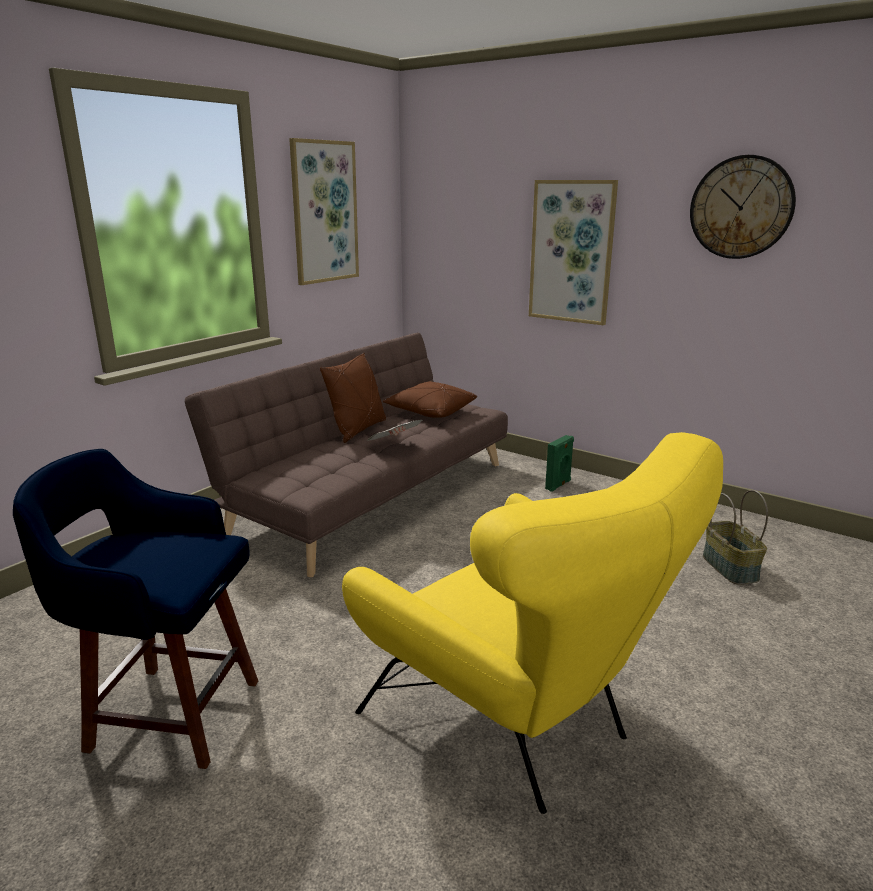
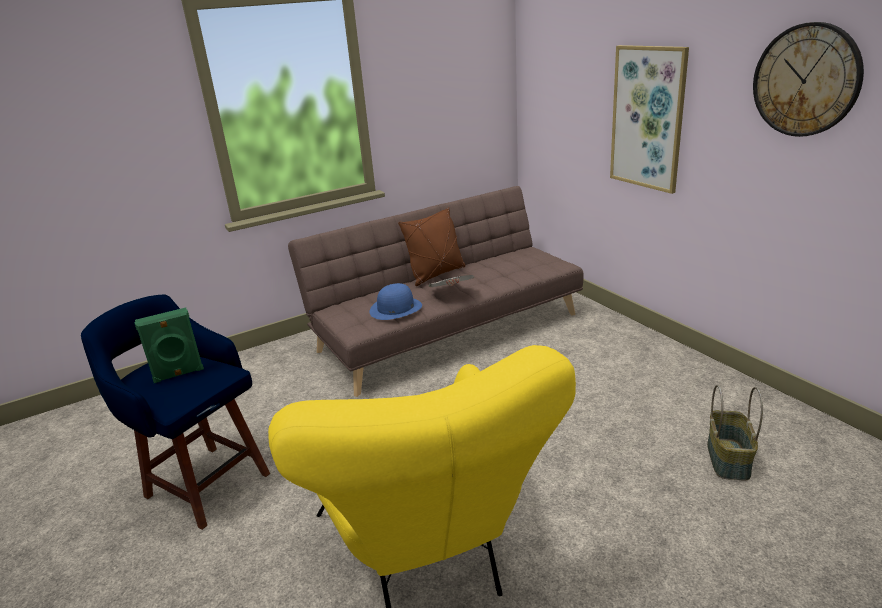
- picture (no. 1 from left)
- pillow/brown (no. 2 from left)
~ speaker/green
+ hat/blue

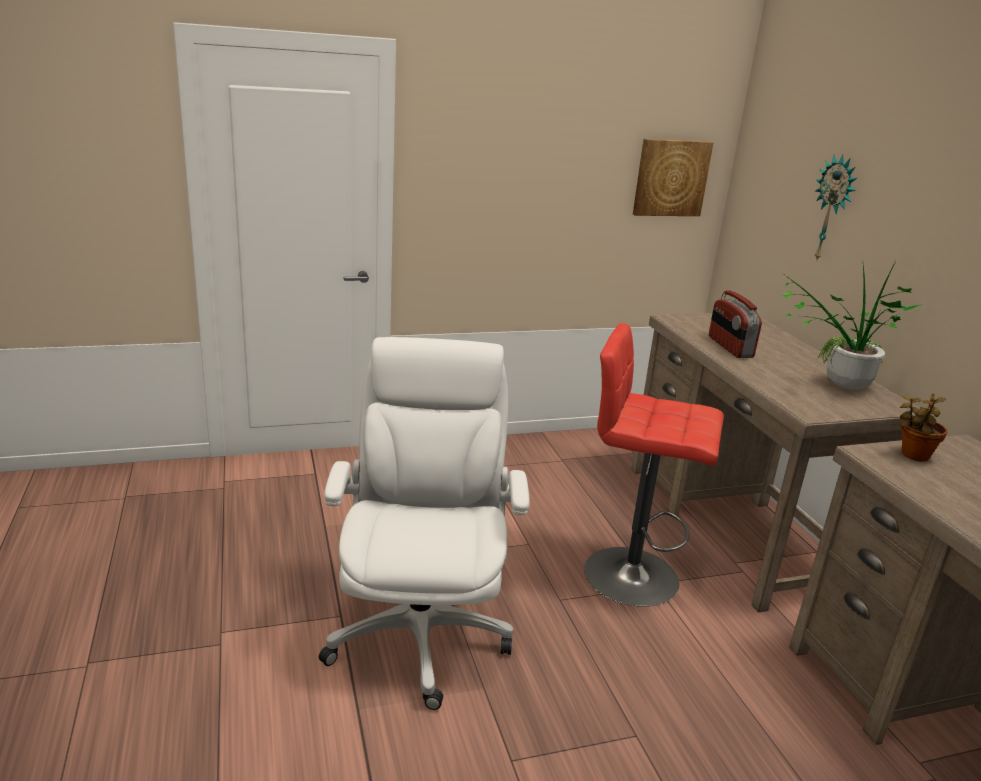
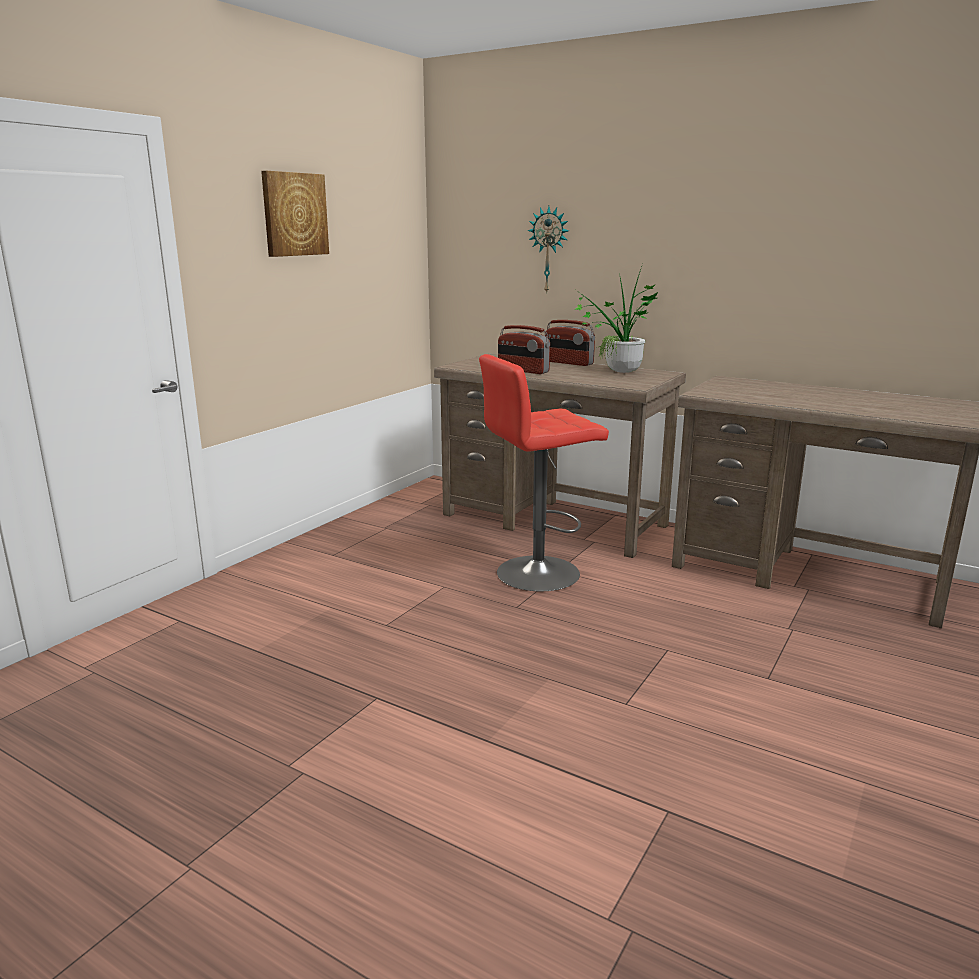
- office chair/white
~ picture
- potted plant (no. 2 from left)
+ radio (no. 2 from left)

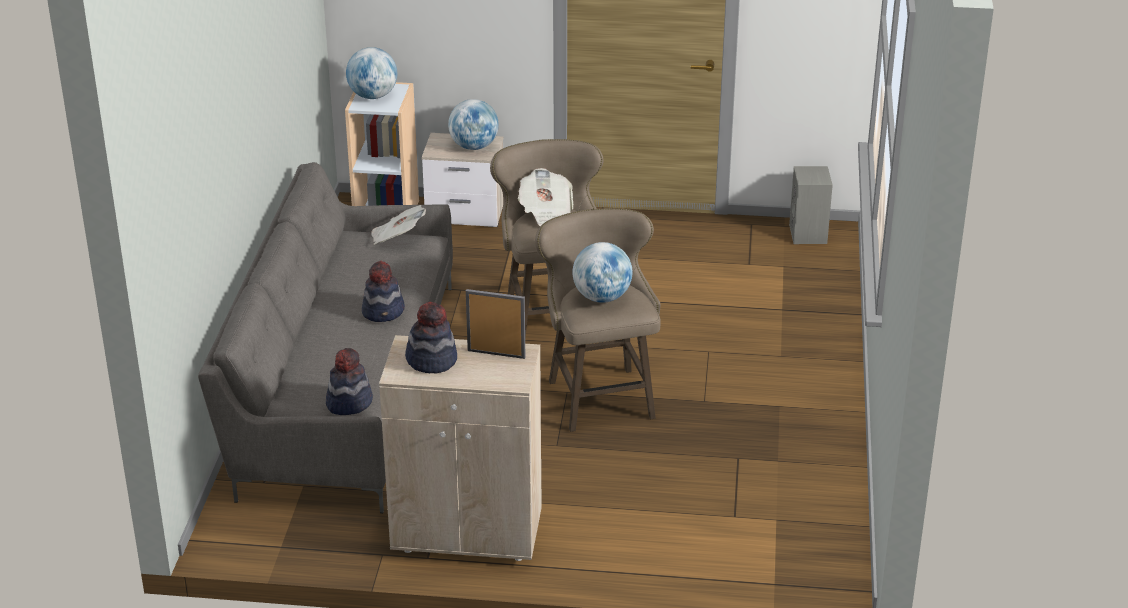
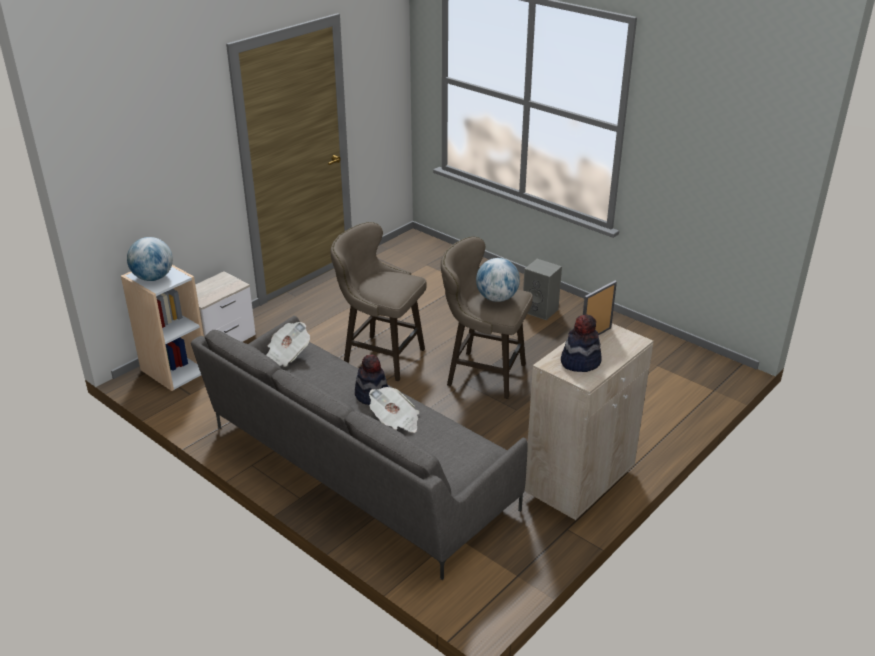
- hat (no. 1 from left)
- globe (no. 2 from left)
~ newspaper (no. 2 from left)
~ speaker/grey

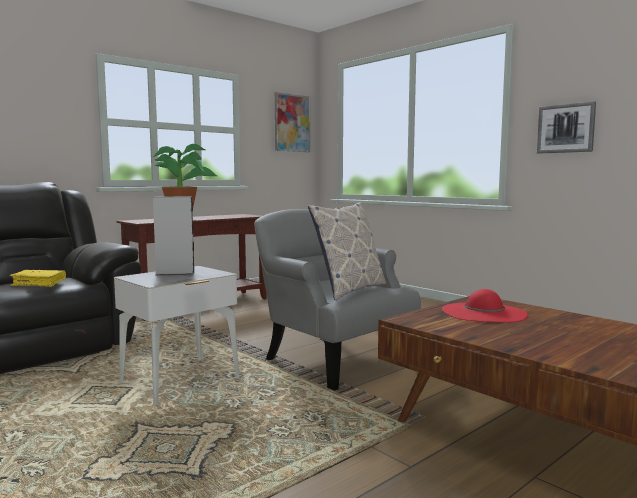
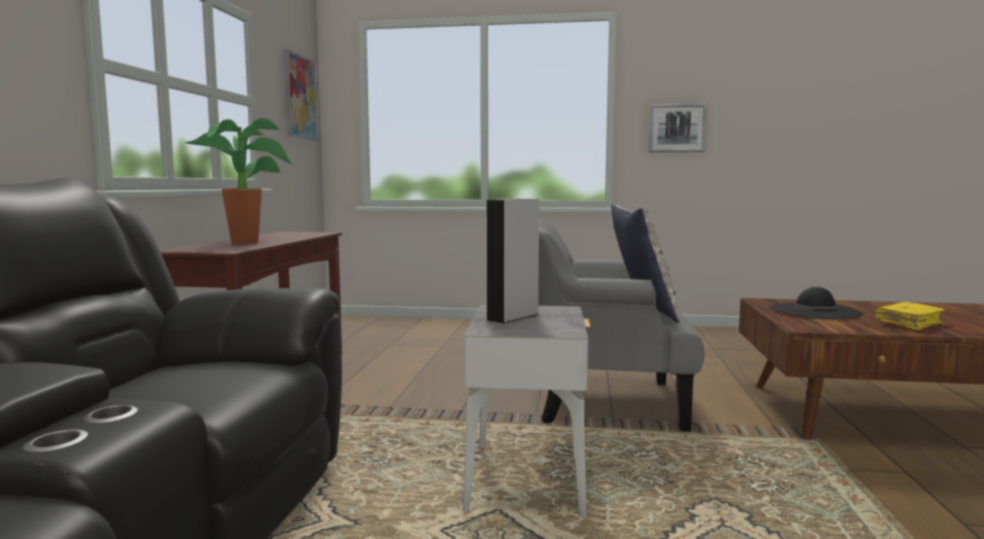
~ book/yellow
~ hat/red to hat/black

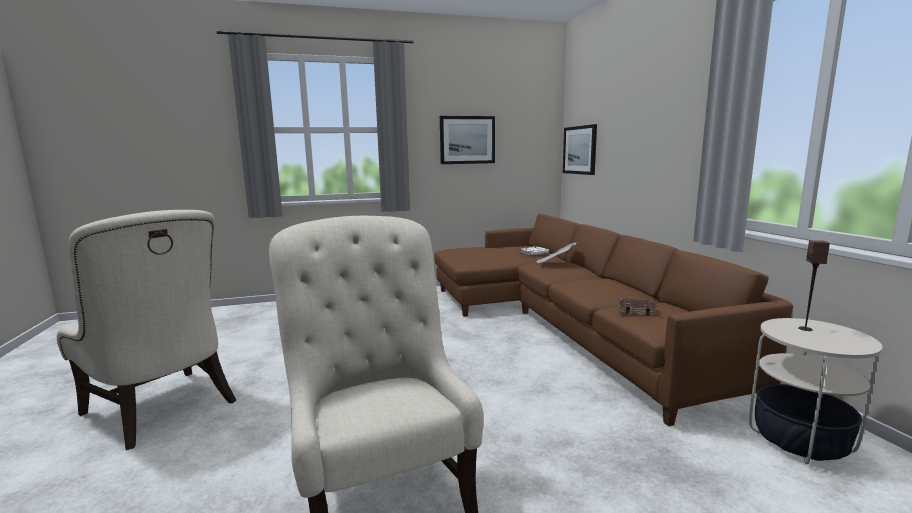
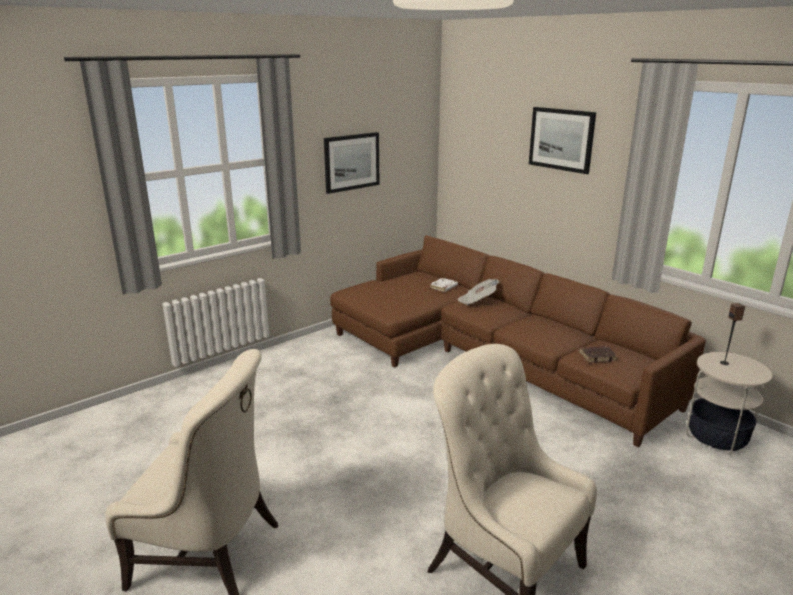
~ picture (no. 2 from left)

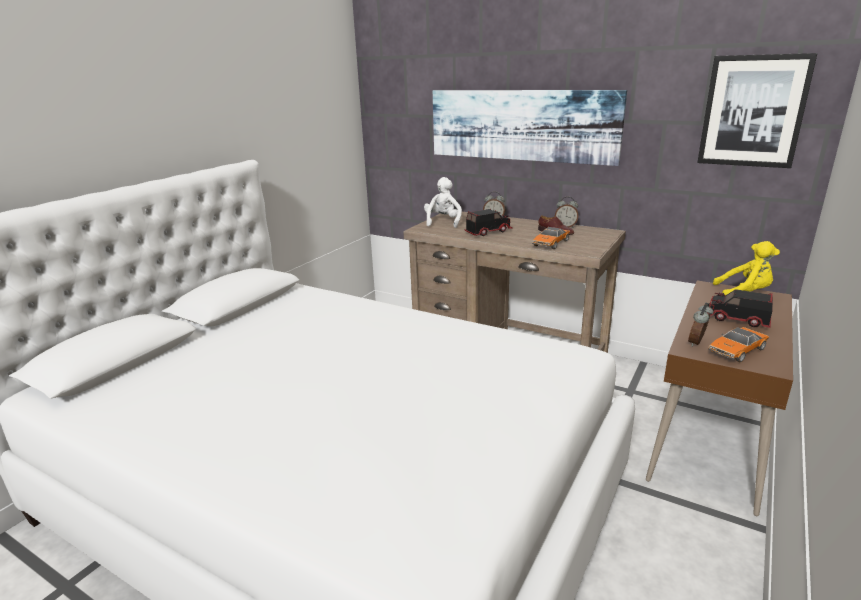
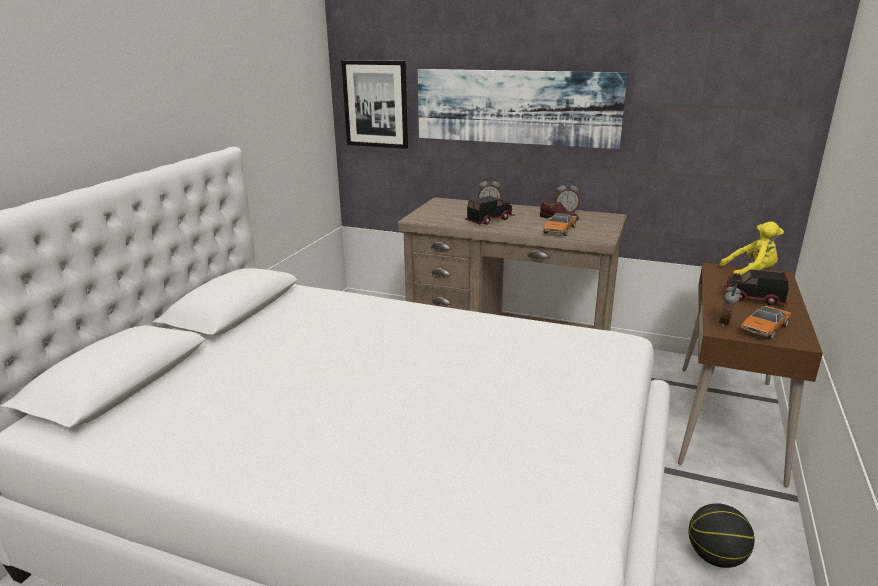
- plush toy/white
~ picture (no. 2 from left in the first image) to picture (no. 1 from left)
+ basketball

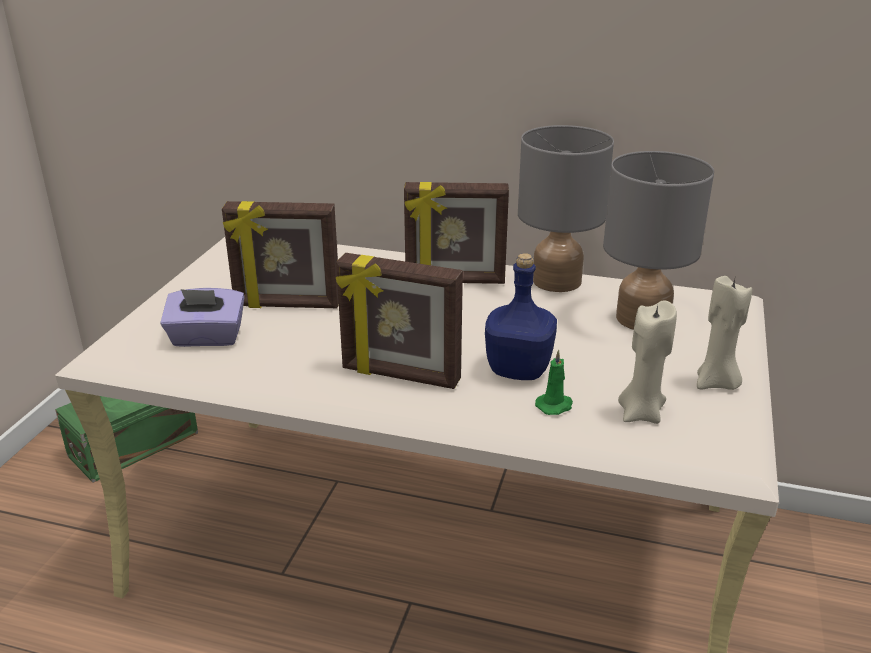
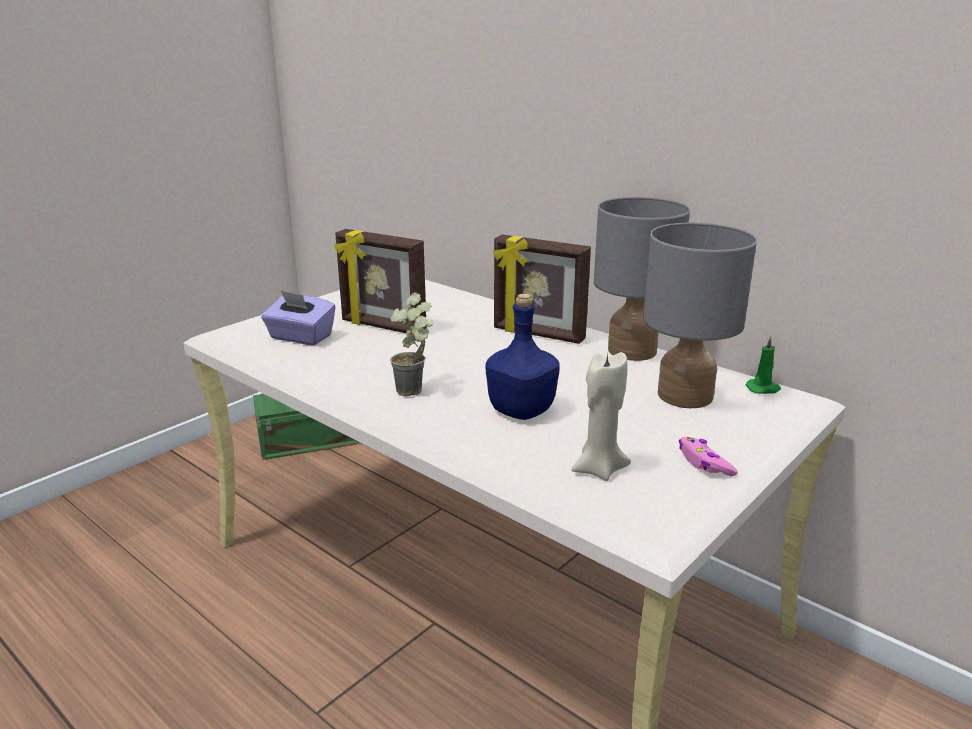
~ picture frame (no. 2 from left) to potted plant
~ candle/green
~ candle/beige (no. 2 from left) to game controller/pink

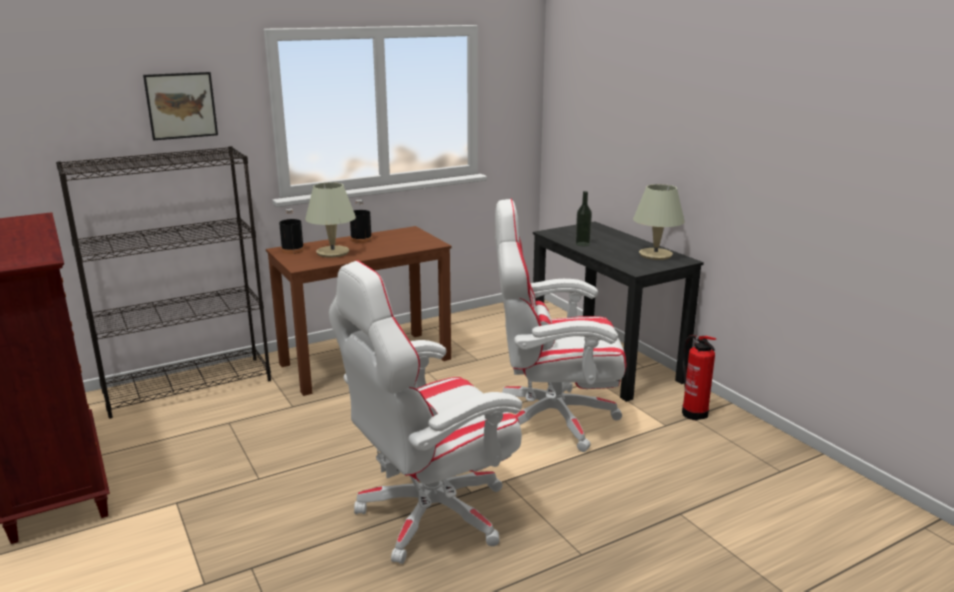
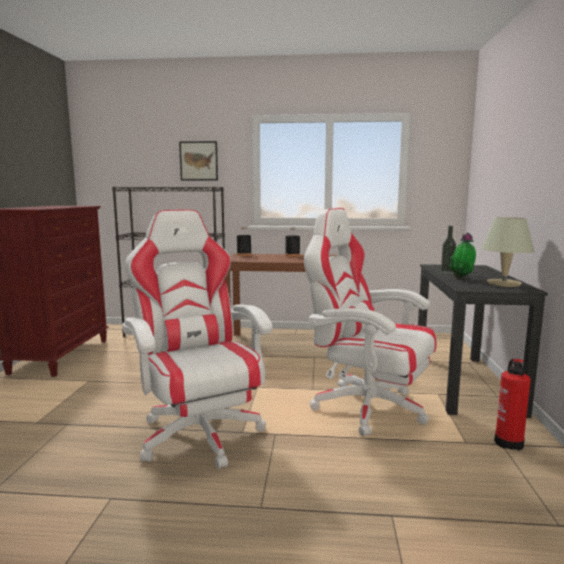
- table lamp/beige (no. 1 from left)
~ office chair/white (no. 1 from left) 60 degrees clockwise
+ potted plant

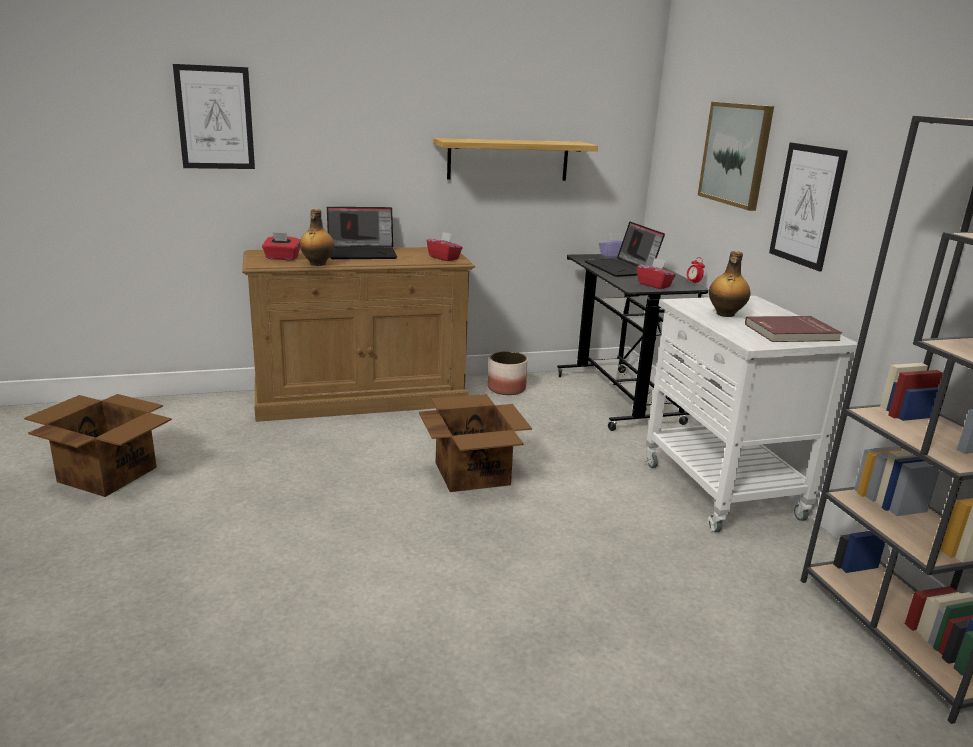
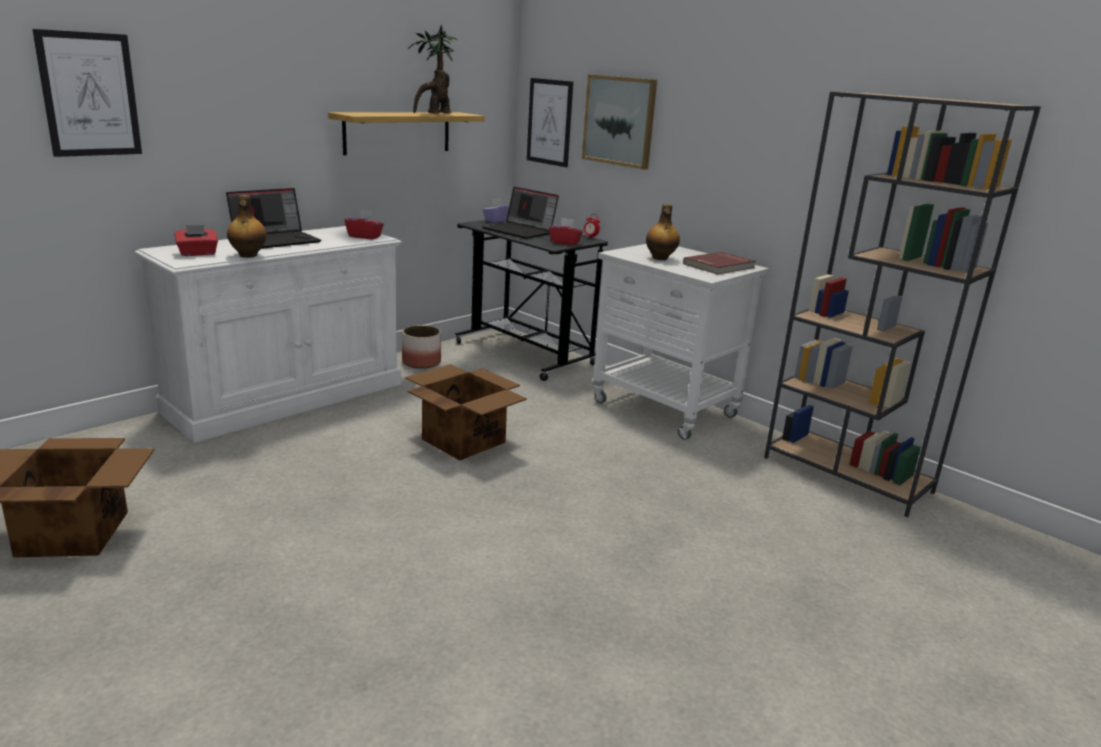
~ cabinet/brown to cabinet/white
~ picture (no. 3 from left in the first image) to picture (no. 2 from left)
+ potted plant

